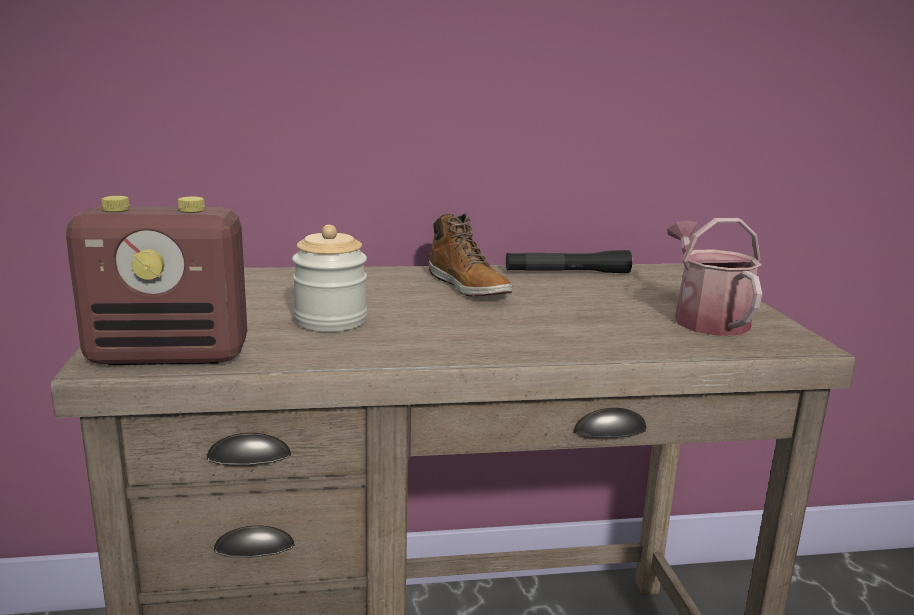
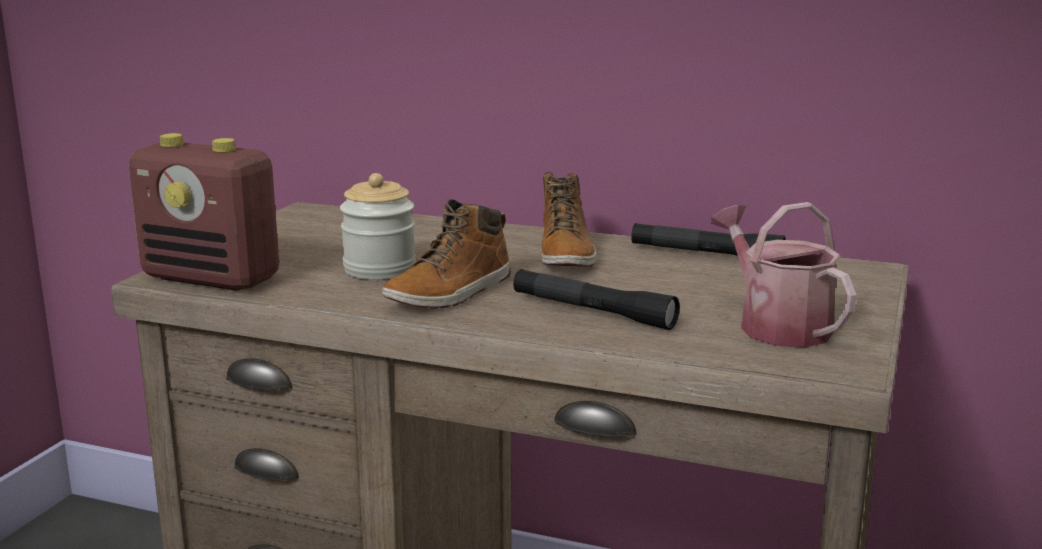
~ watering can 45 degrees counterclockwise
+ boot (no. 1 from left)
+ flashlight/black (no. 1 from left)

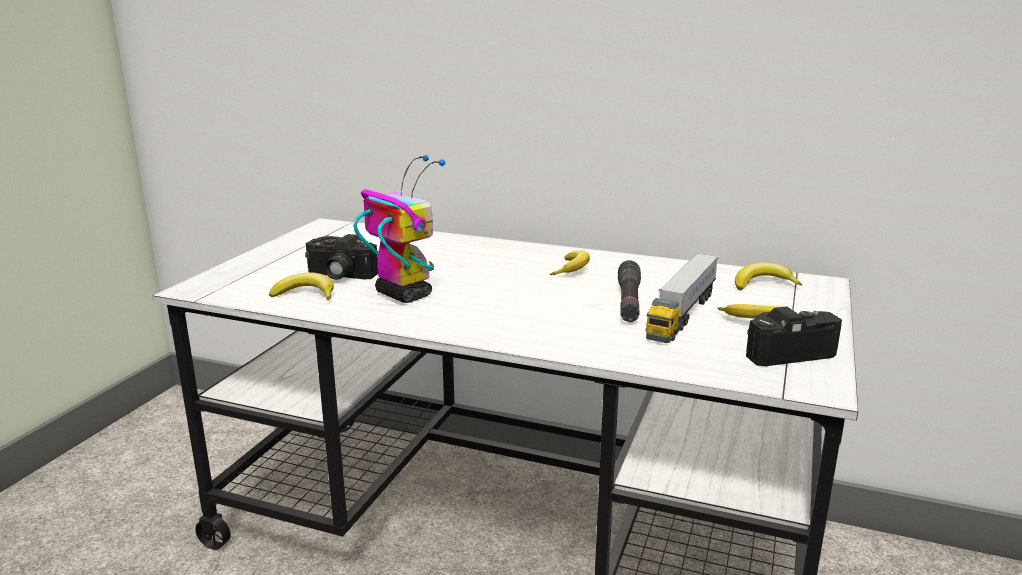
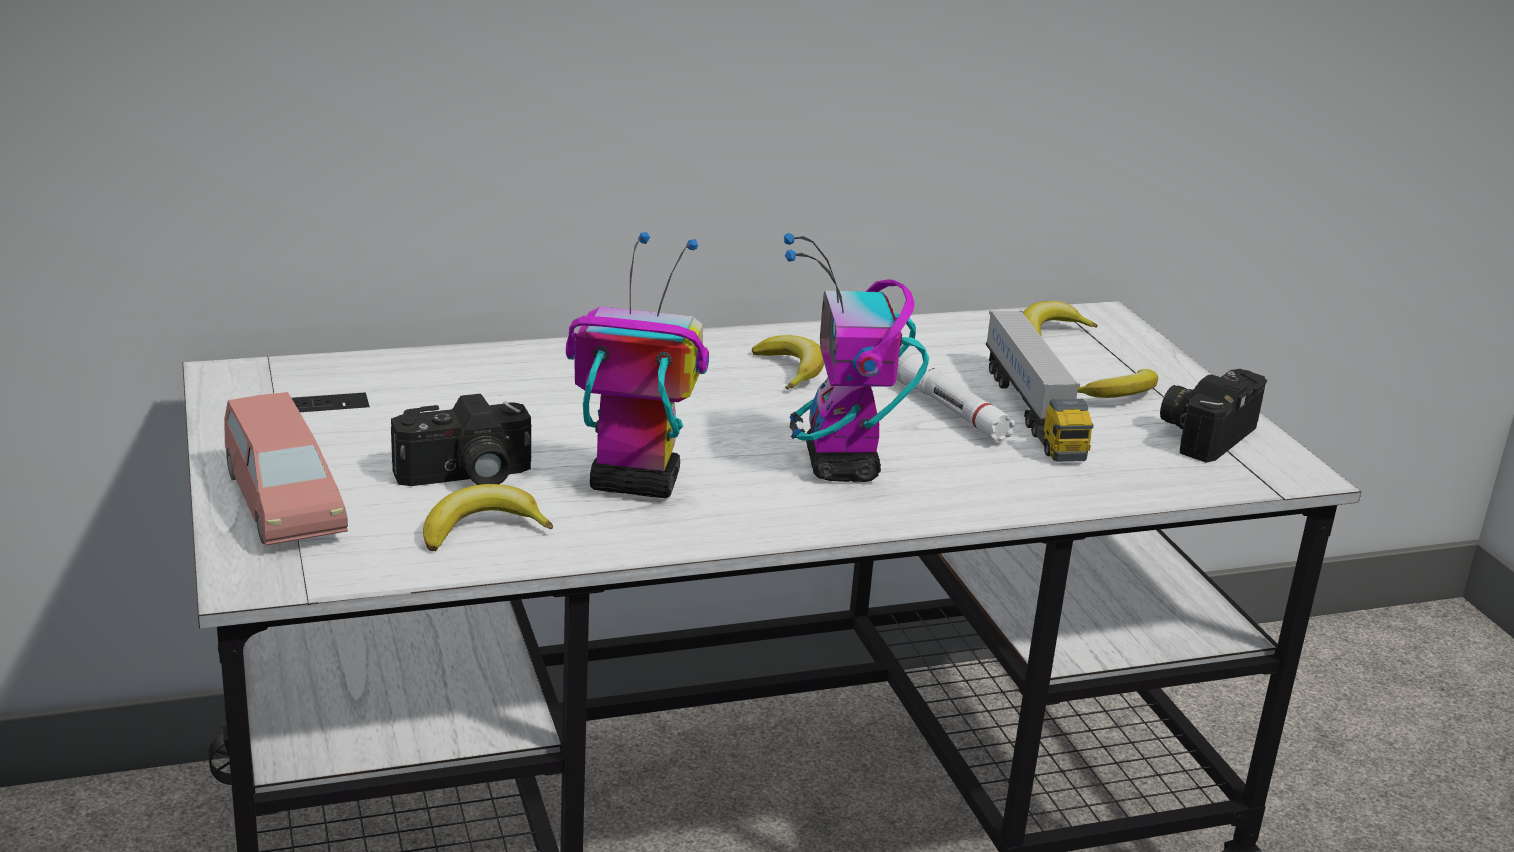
~ flashlight/black to flashlight/white
+ toy car/pink
+ toy robot (no. 2 from left)

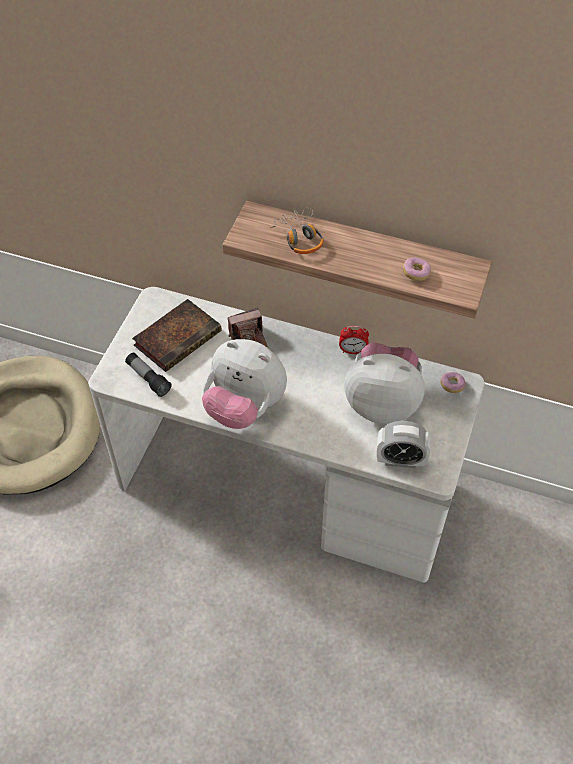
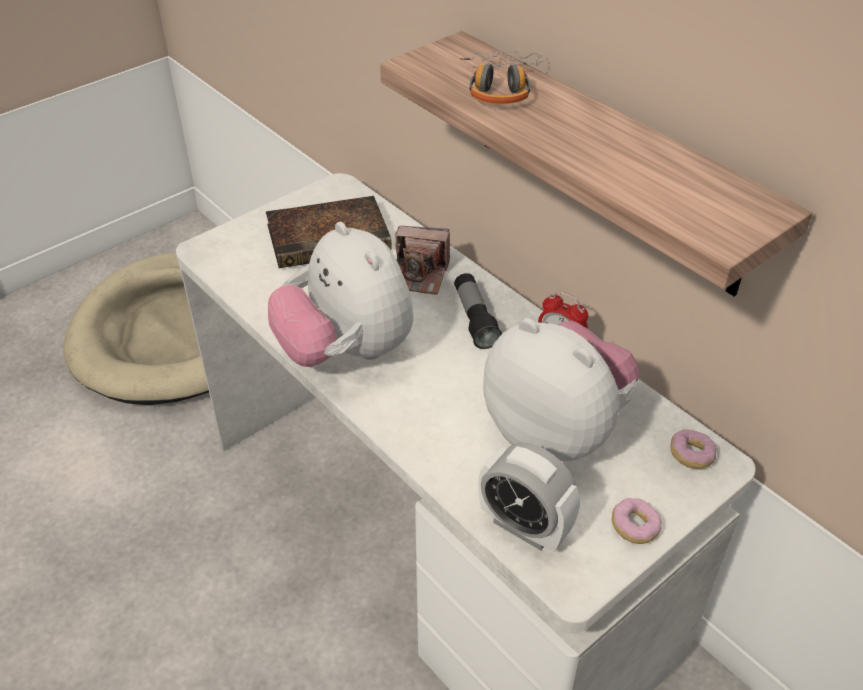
~ flashlight
~ donut (no. 1 from left)

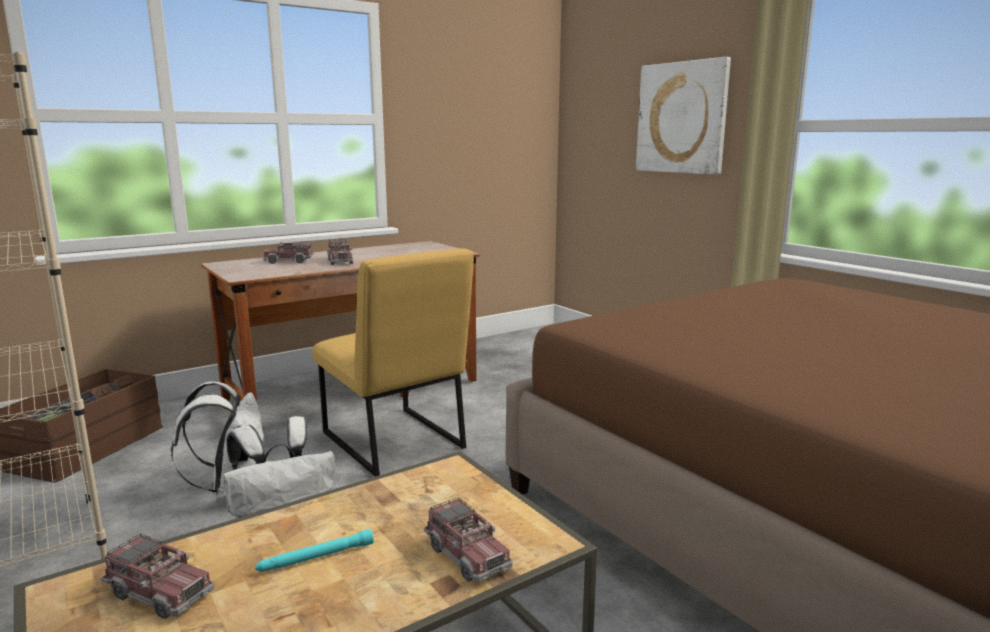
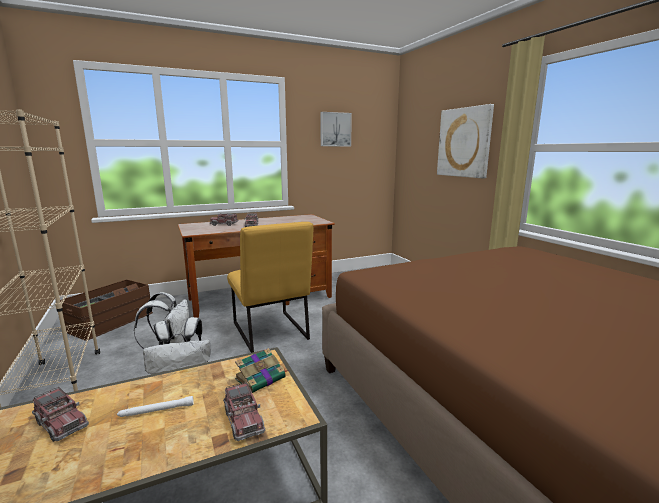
~ flashlight/turquoise to flashlight/white
+ book
+ picture (no. 1 from left)

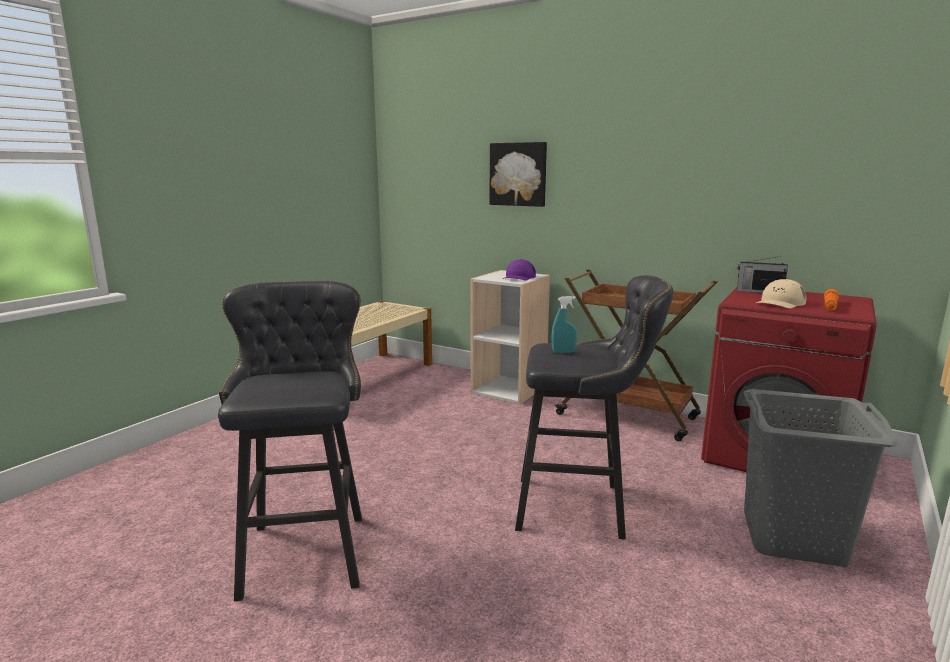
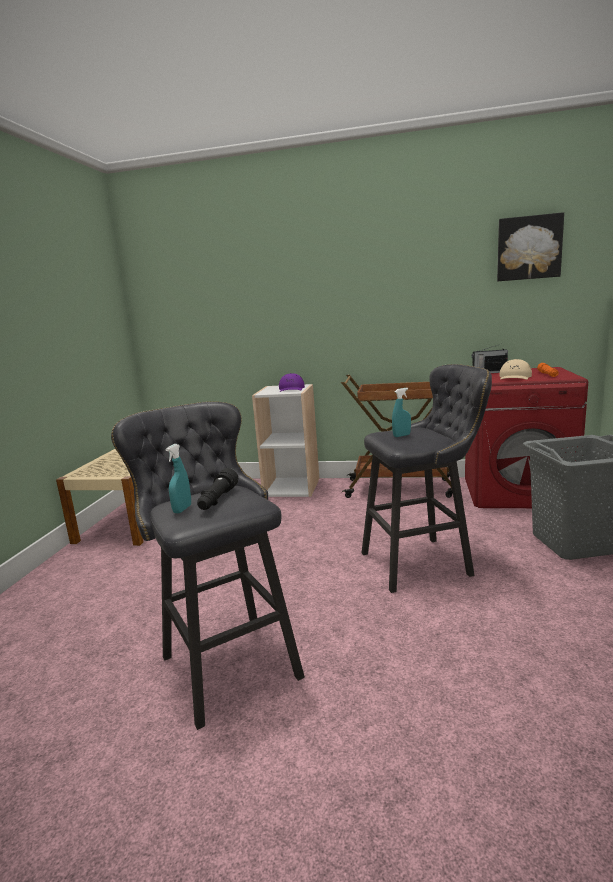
~ picture
+ spray bottle/turquoise (no. 1 from left)
+ flashlight/black

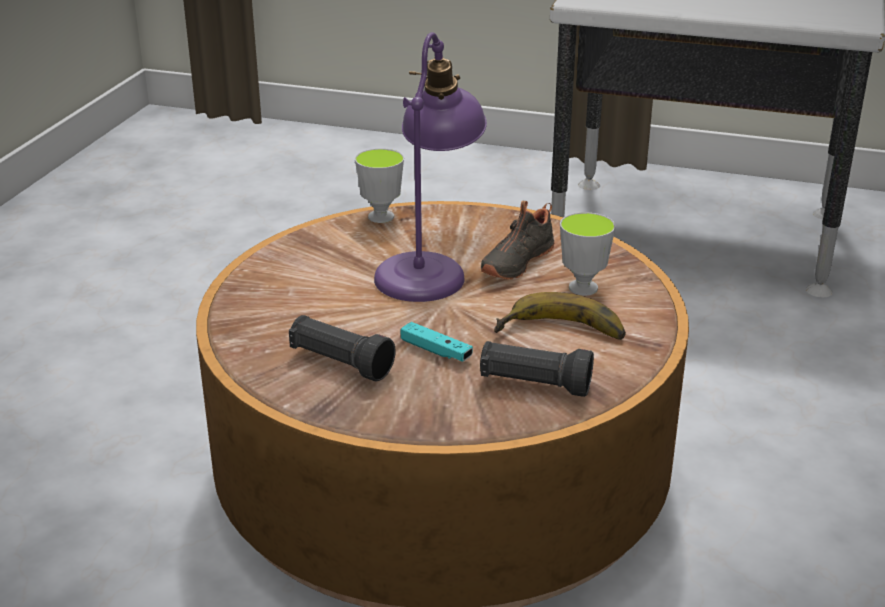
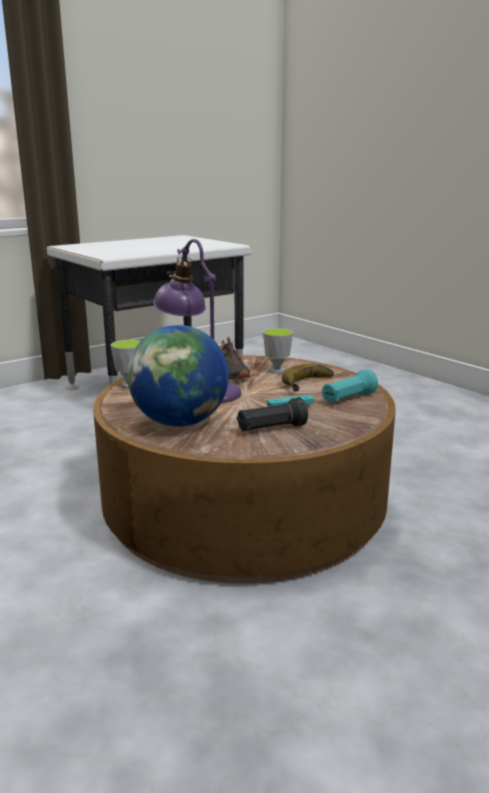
~ flashlight/black (no. 2 from left) to flashlight/turquoise
+ globe

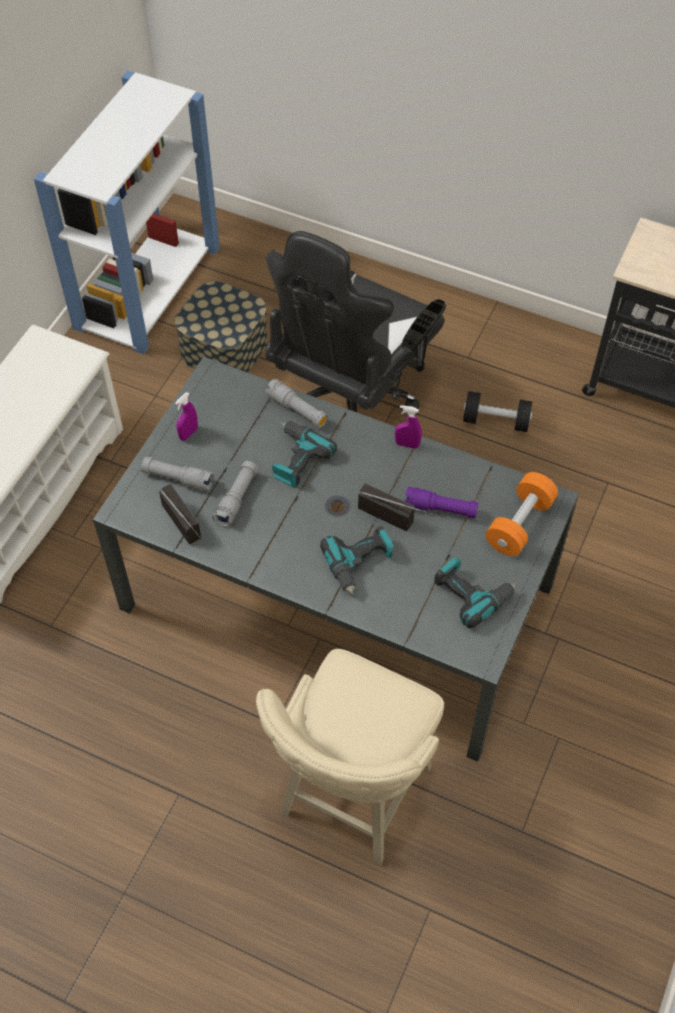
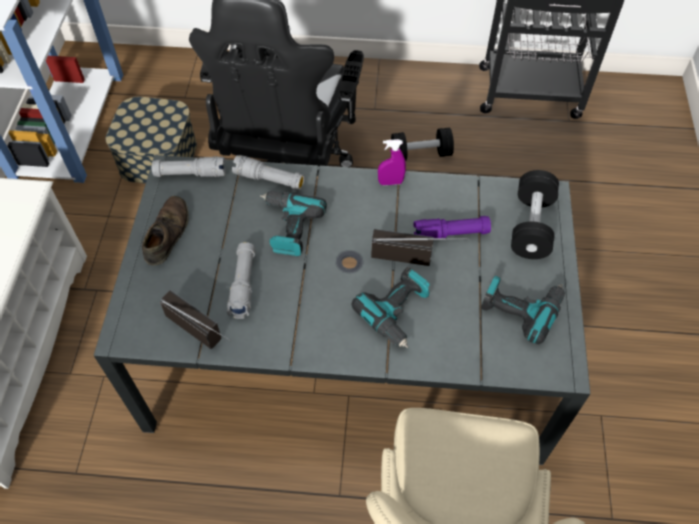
~ flashlight/grey (no. 1 from left)
~ spray bottle/purple (no. 1 from left) to shoe/brown
~ dumbbell/orange to dumbbell/black (no. 2 from left)

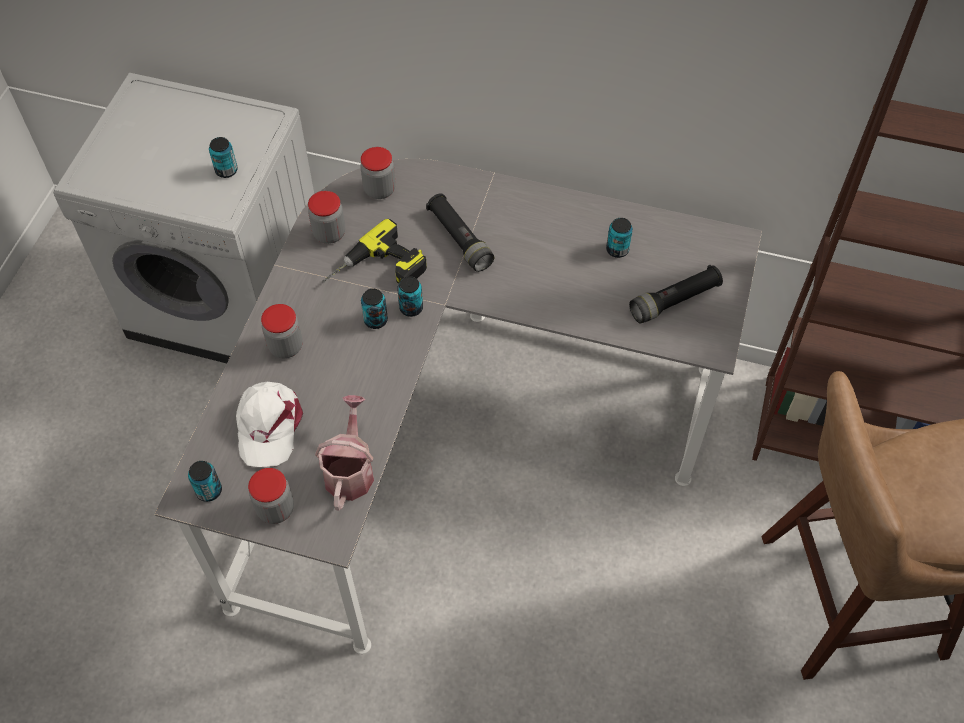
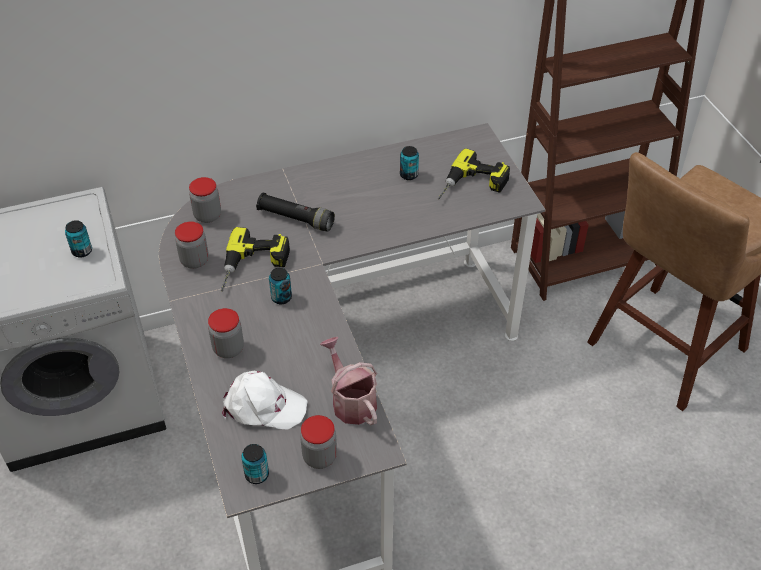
~ cap/white 45 degrees counterclockwise
- can (no. 4 from left)
~ flashlight/black (no. 2 from left) to power drill (no. 2 from left)

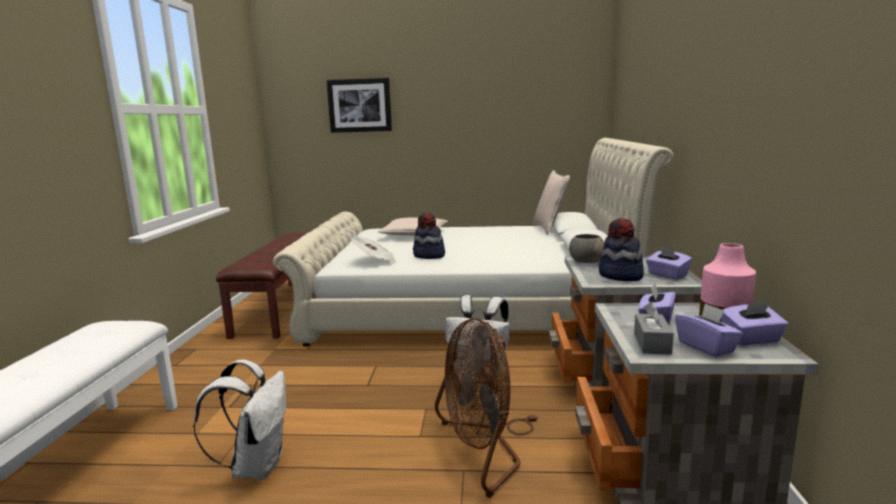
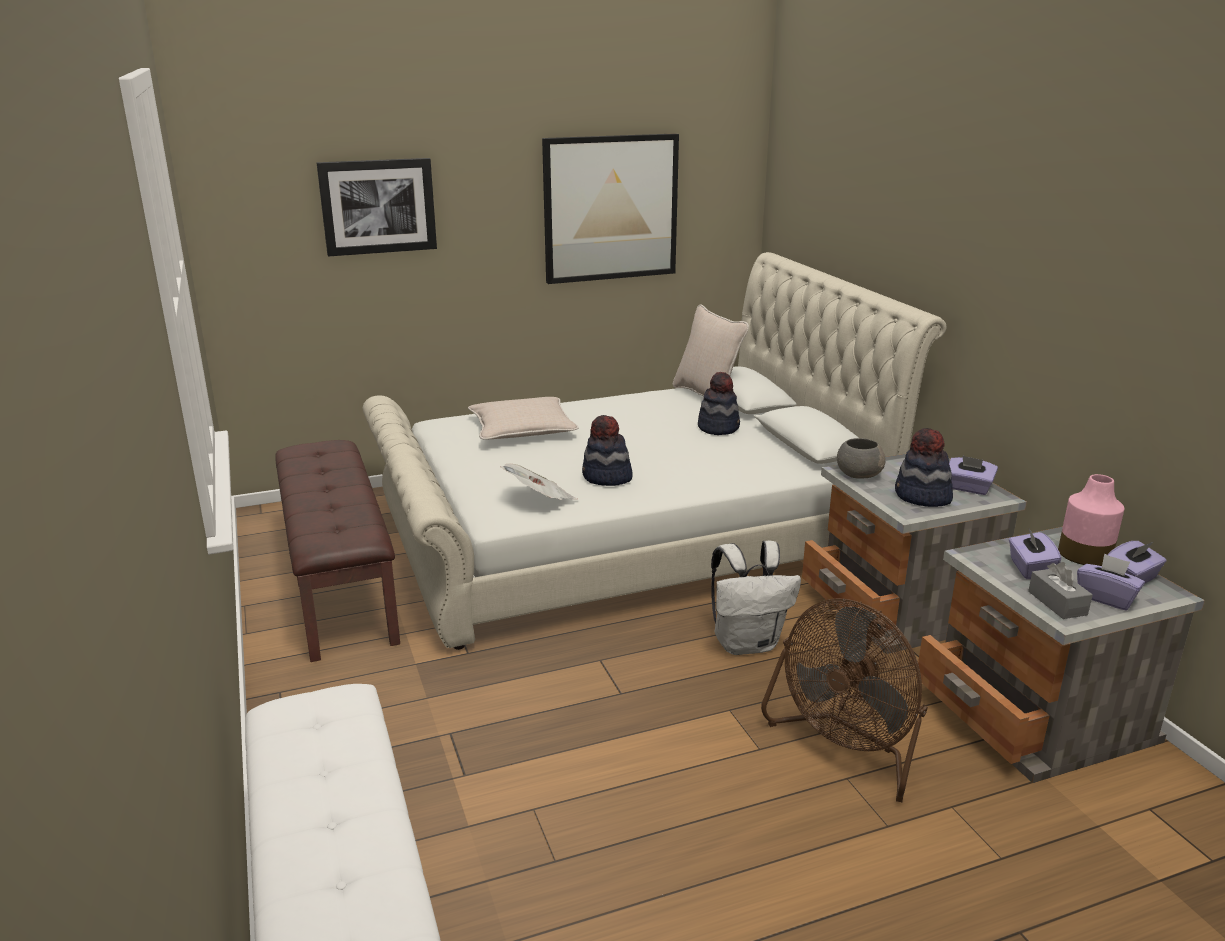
- backpack/white (no. 1 from left)
+ picture (no. 2 from left)
+ hat (no. 2 from left)

